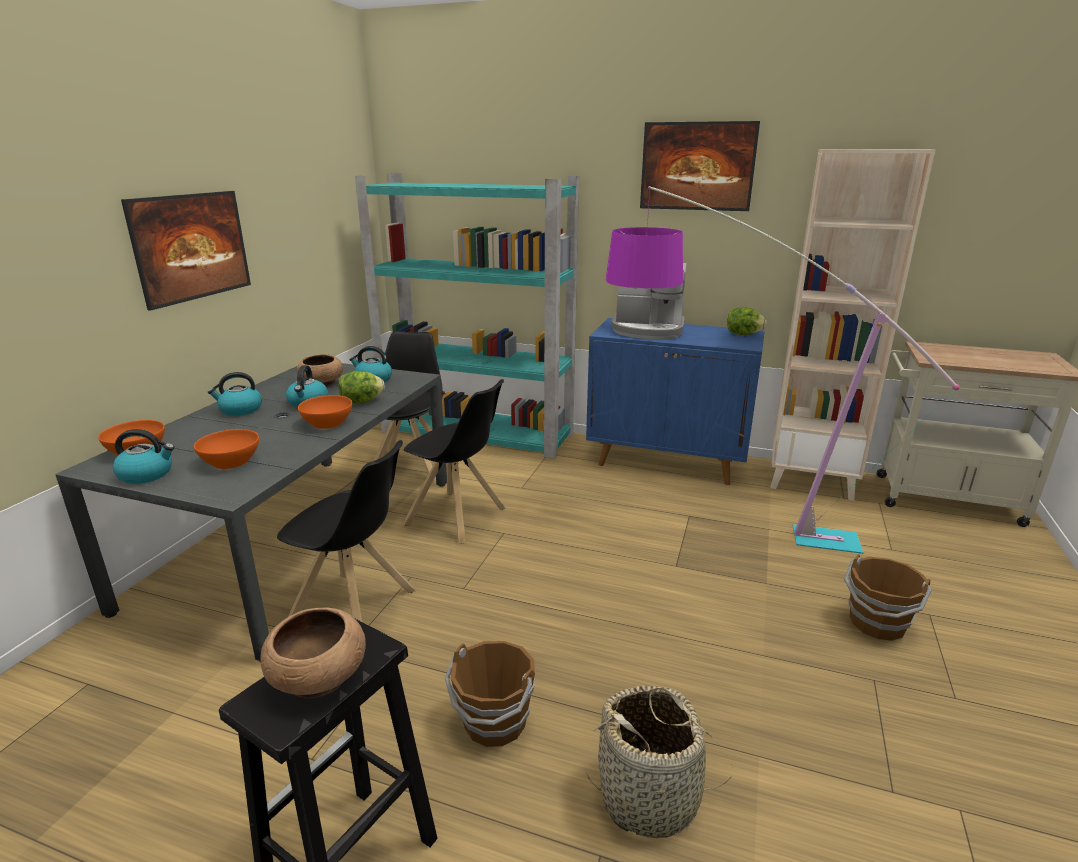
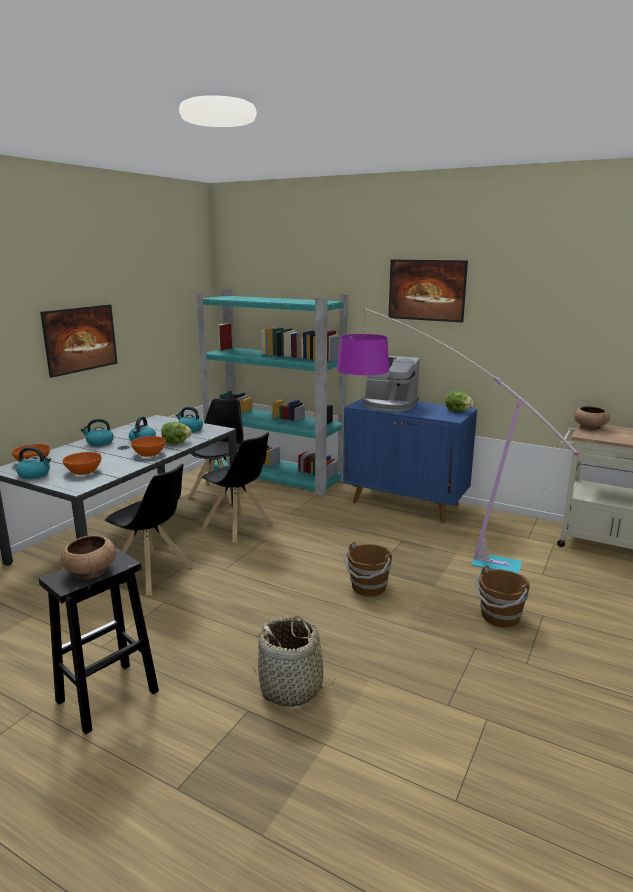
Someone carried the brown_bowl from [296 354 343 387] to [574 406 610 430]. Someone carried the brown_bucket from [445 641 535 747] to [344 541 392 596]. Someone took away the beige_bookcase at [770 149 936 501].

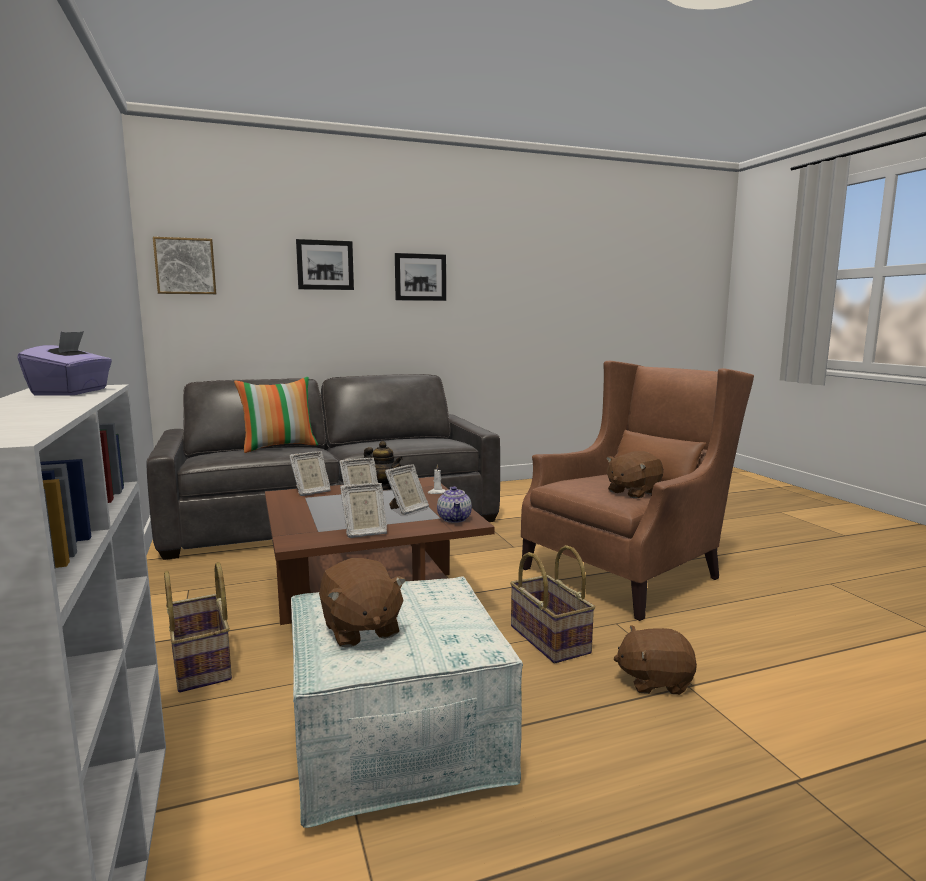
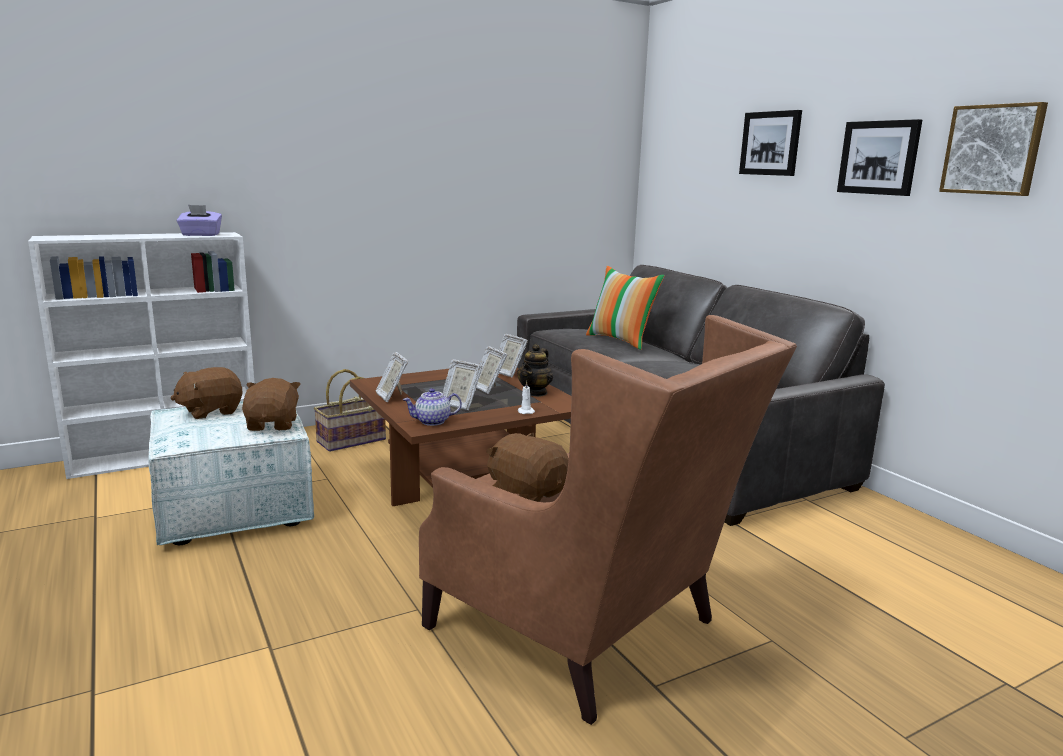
Someone carried the picture from [153 237 216 294] to [939 102 1048 196]. Someone took away the basket at [510 545 595 664]. Someone carried the brown_plush_toy from [613 625 697 695] to [242 378 301 431].

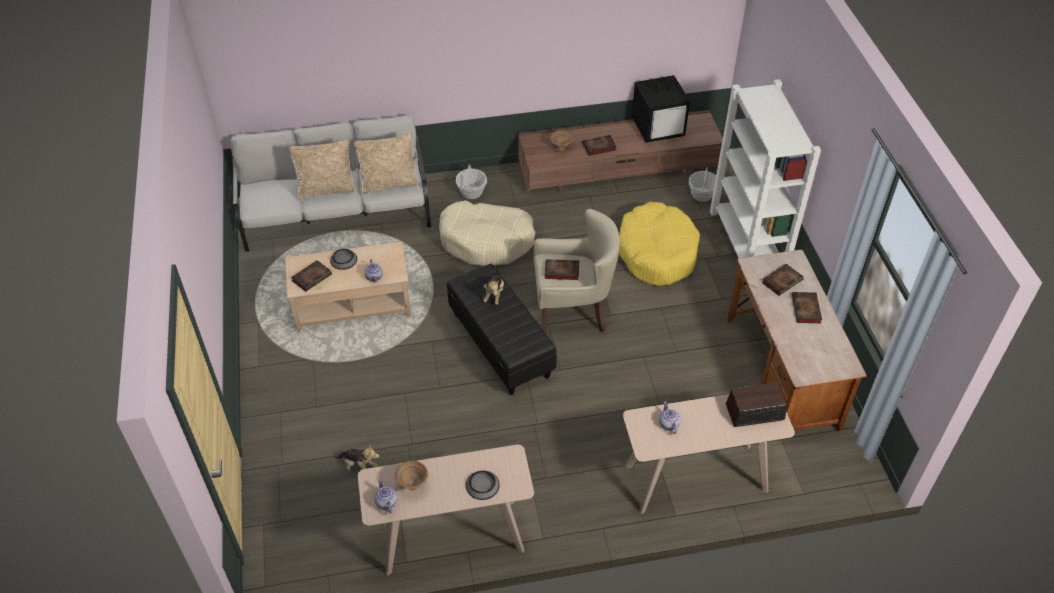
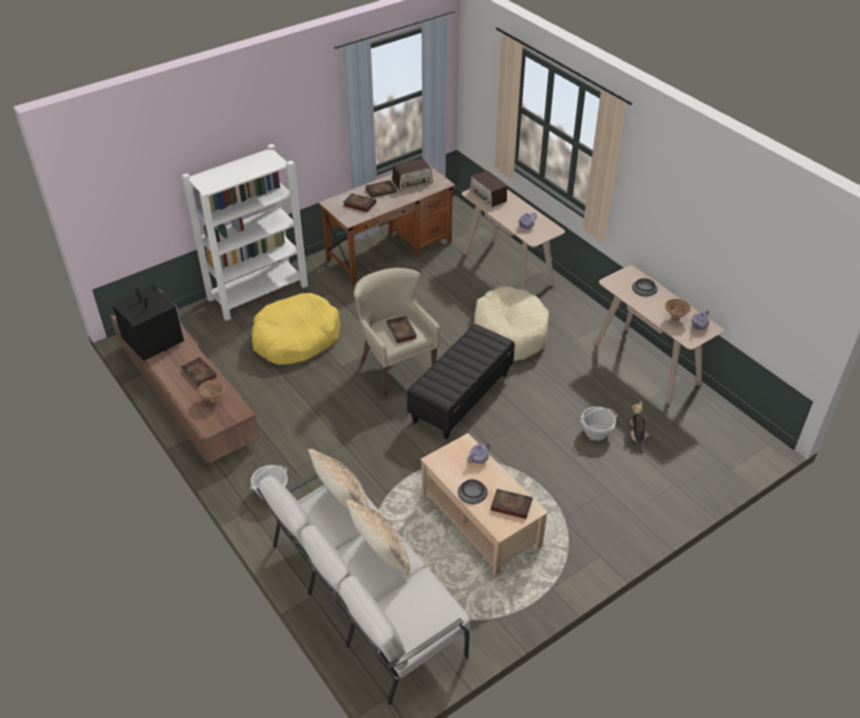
Someone carried the beige_dog_bed from [439 200 536 266] to [474 286 549 361]. Someone took away the plush_toy at [483 276 504 305]. Someone carried the basket from [689 167 716 202] to [580 407 618 440]. Someone put down the radio at [392 158 433 191].

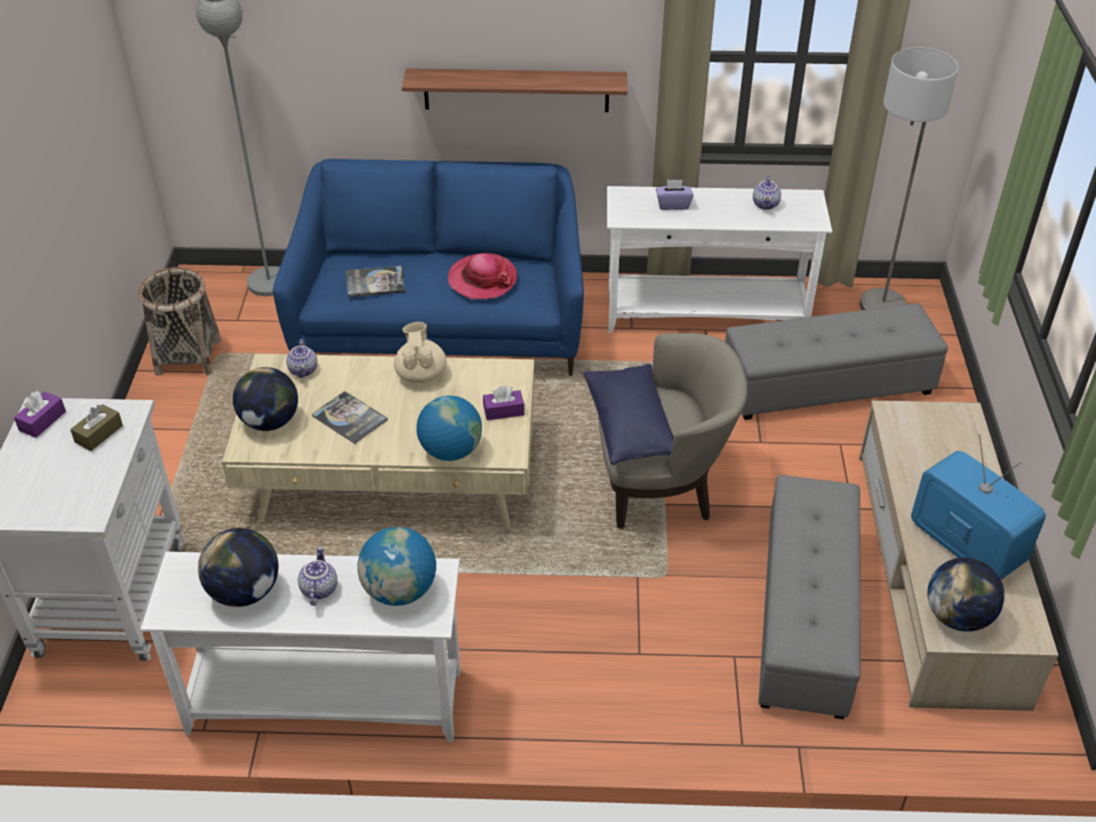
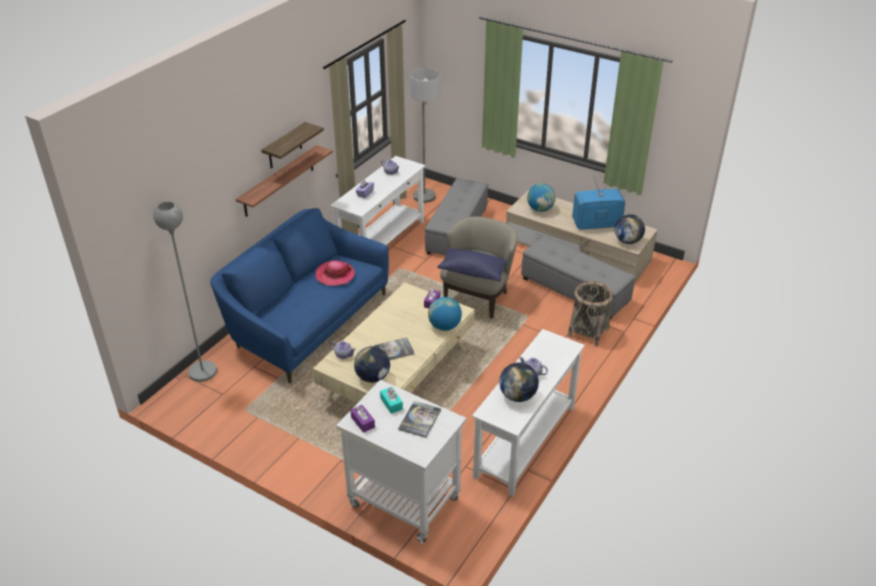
Someone repainted the brown_tissue_box at [70 404 123 451], which became the turquoise_tissue_box at [380 387 403 414]. Someone carried the basket from [138 267 222 376] to [568 281 612 346]. Someone carried the book from [346 266 405 297] to [398 401 441 438]. Someone carried the globe from [357 527 436 606] to [527 183 556 212]. Someone took away the beige_teapot at [394 322 446 383]. Someone put up the shelf at [261 122 324 168].

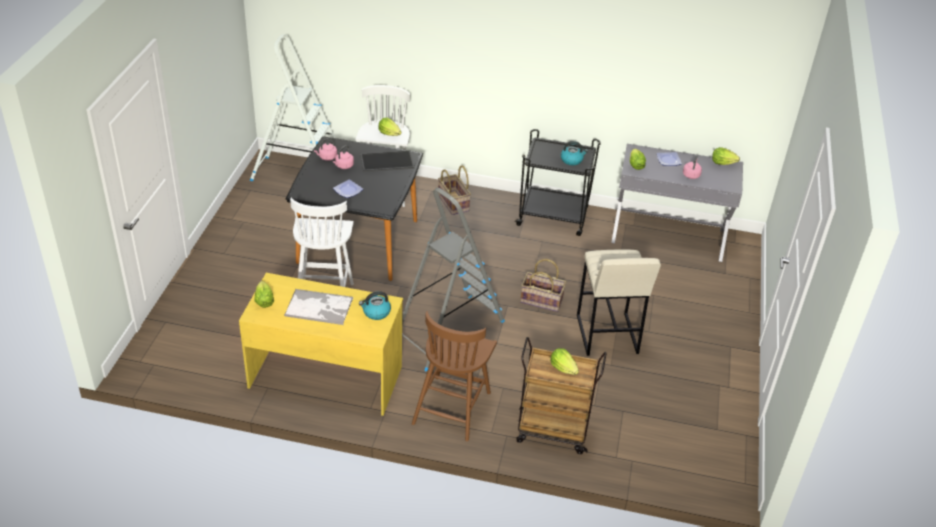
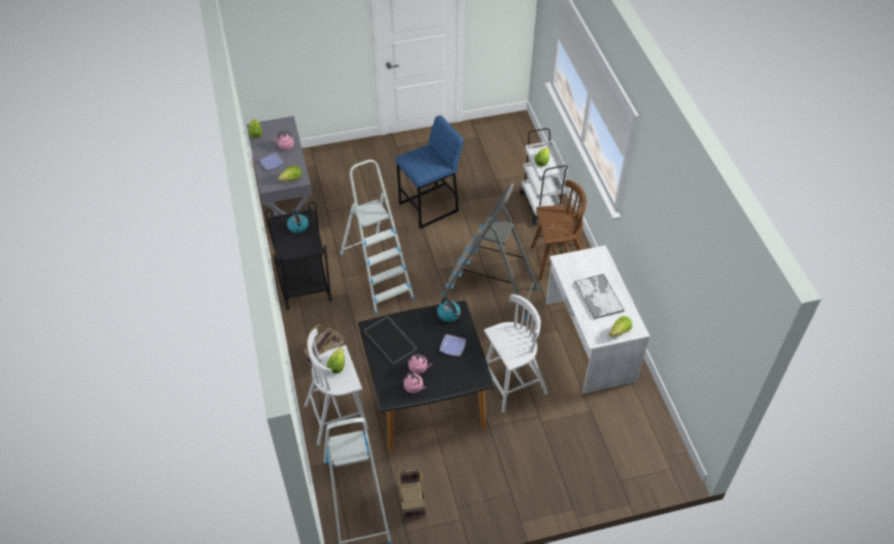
Someone repainted the yellow_desk at [239 273 403 416], which became the white_desk at [546 245 650 394]. Someone carried the kettle from [359 291 391 320] to [437 298 461 322]. Someone repainted the brown_cart at [517 337 607 454], which became the white_cart at [519 128 568 225]. Someone carried the basket from [520 259 566 312] to [397 469 426 520]. Someone repainted the beige_stool at [577 250 661 356], which became the blue_stool at [395 115 464 229]. Someone put down the white_step_ladder at [340 160 414 315].

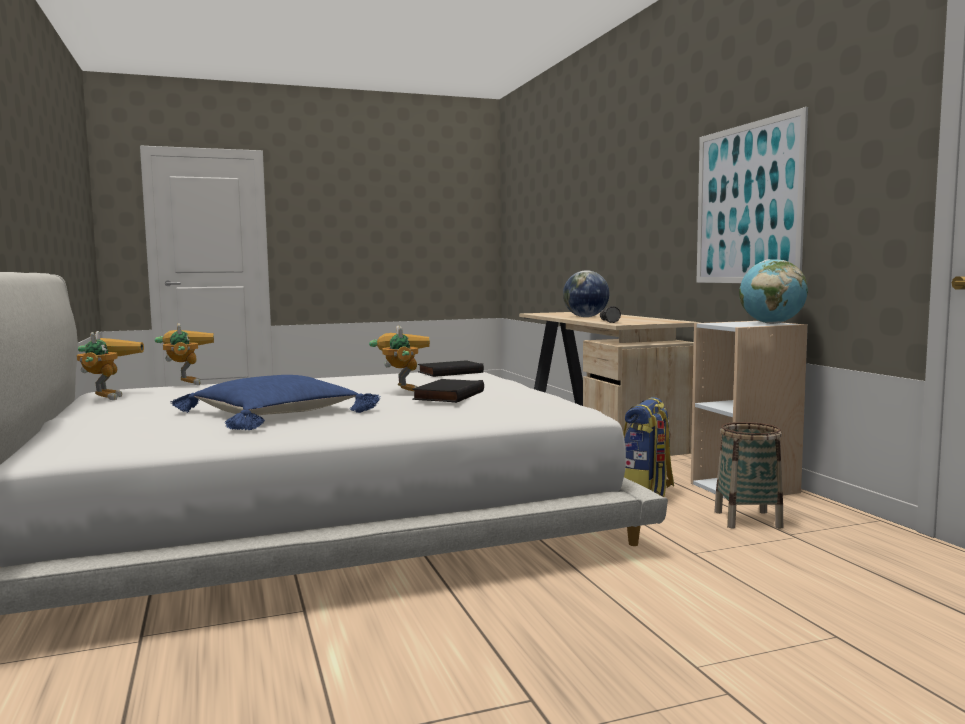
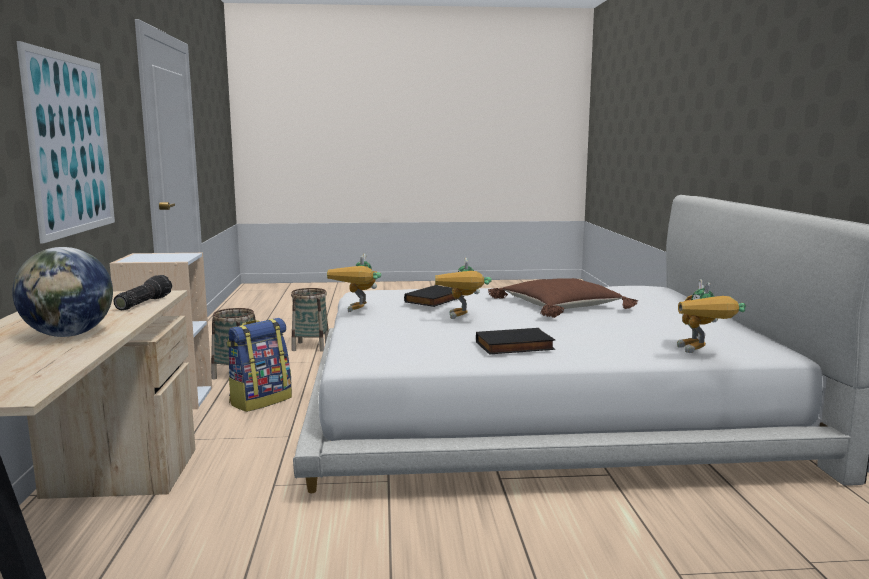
Someone carried the toy_robot from [77 331 144 400] to [327 254 381 312]. Someone repainted the blue_pillow at [170 375 380 430], which became the brown_pillow at [487 278 638 318]. Someone carried the black_book from [418 360 484 377] to [476 328 555 355]. Someone took away the globe at [739 259 808 324]. Someone put down the basket at [291 288 329 352].

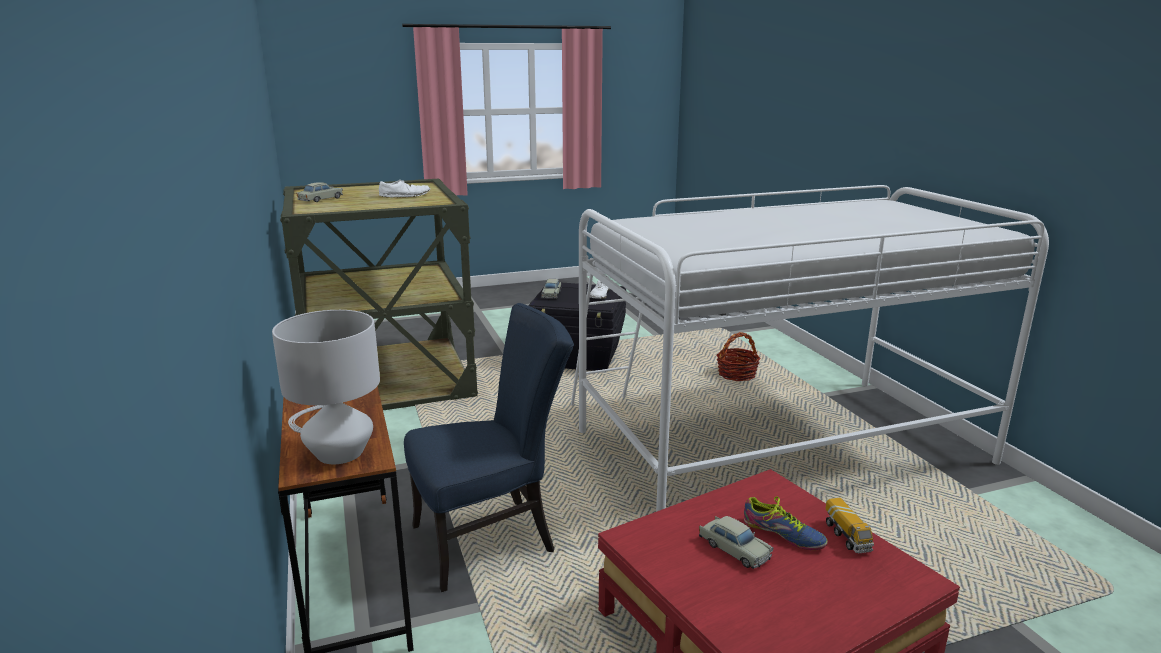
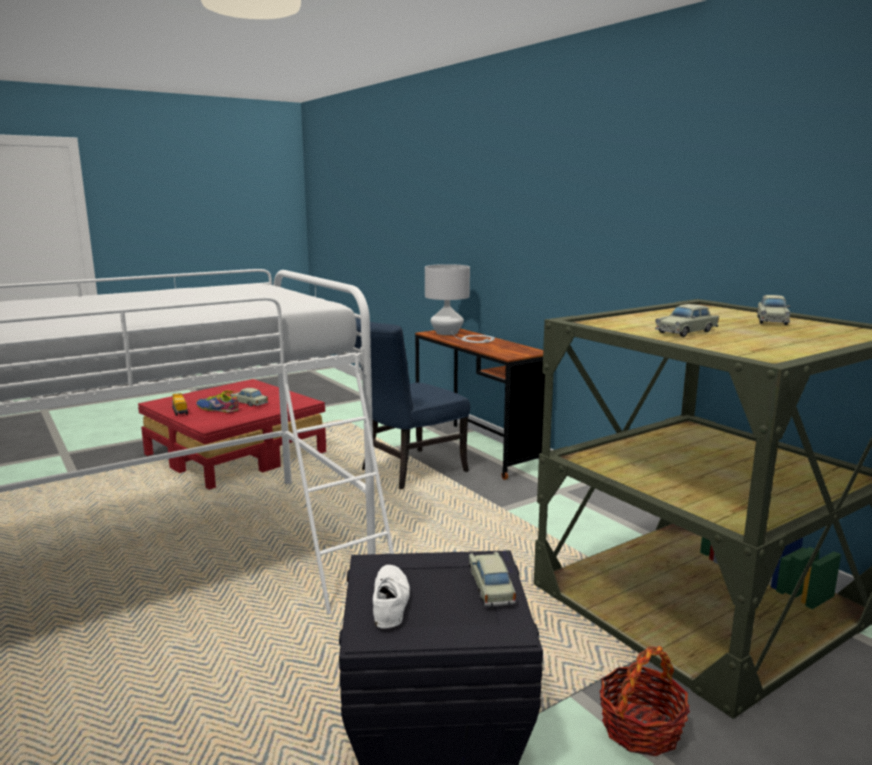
Someone swapped the white_shoe at [379 180 430 197] for the beige_toy_car at [655 304 719 337]. Someone carried the basket from [716 332 761 381] to [599 646 690 756].

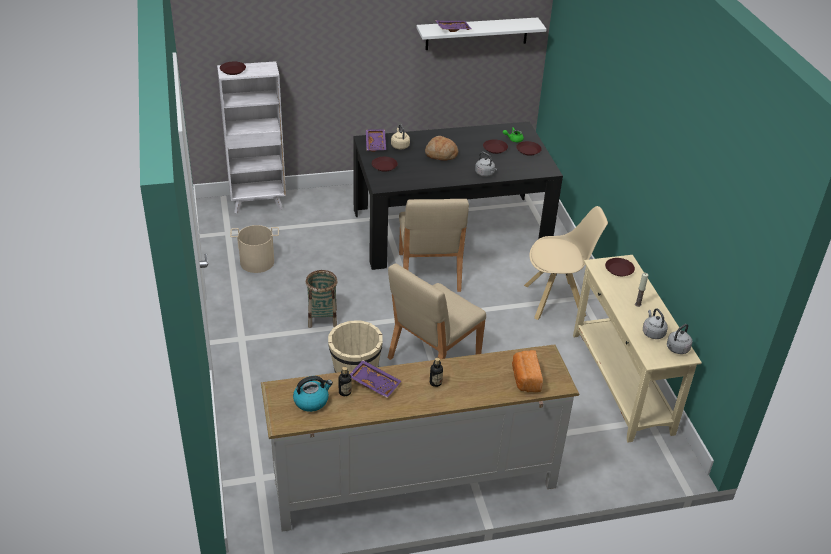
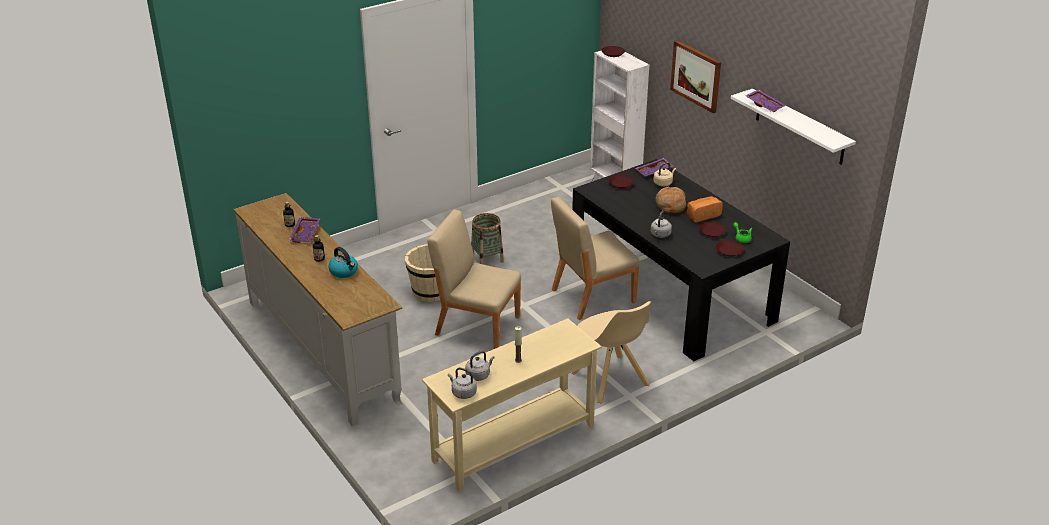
Someone took away the beige_bucket at [230 225 279 273]. Someone carried the kettle from [293 376 333 412] to [329 247 358 278]. Someone carried the bread from [512 350 543 392] to [687 196 723 222]. Someone took away the brown_plate at [605 258 635 276]. Someone put up the picture at [670 40 721 113].

